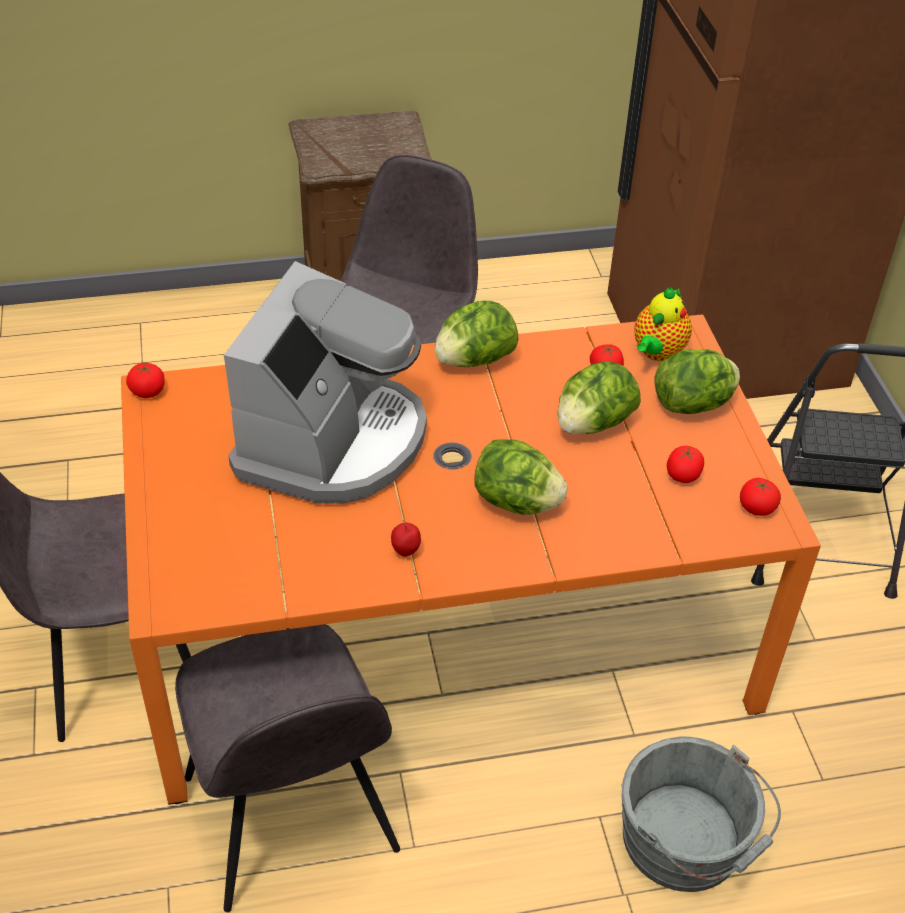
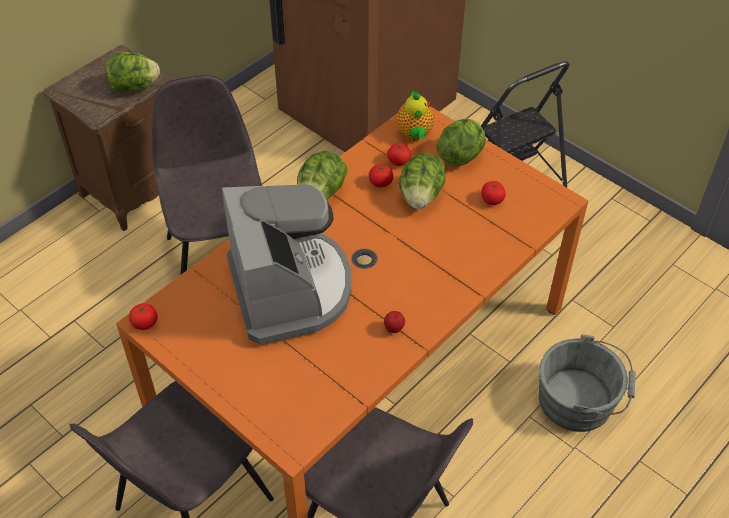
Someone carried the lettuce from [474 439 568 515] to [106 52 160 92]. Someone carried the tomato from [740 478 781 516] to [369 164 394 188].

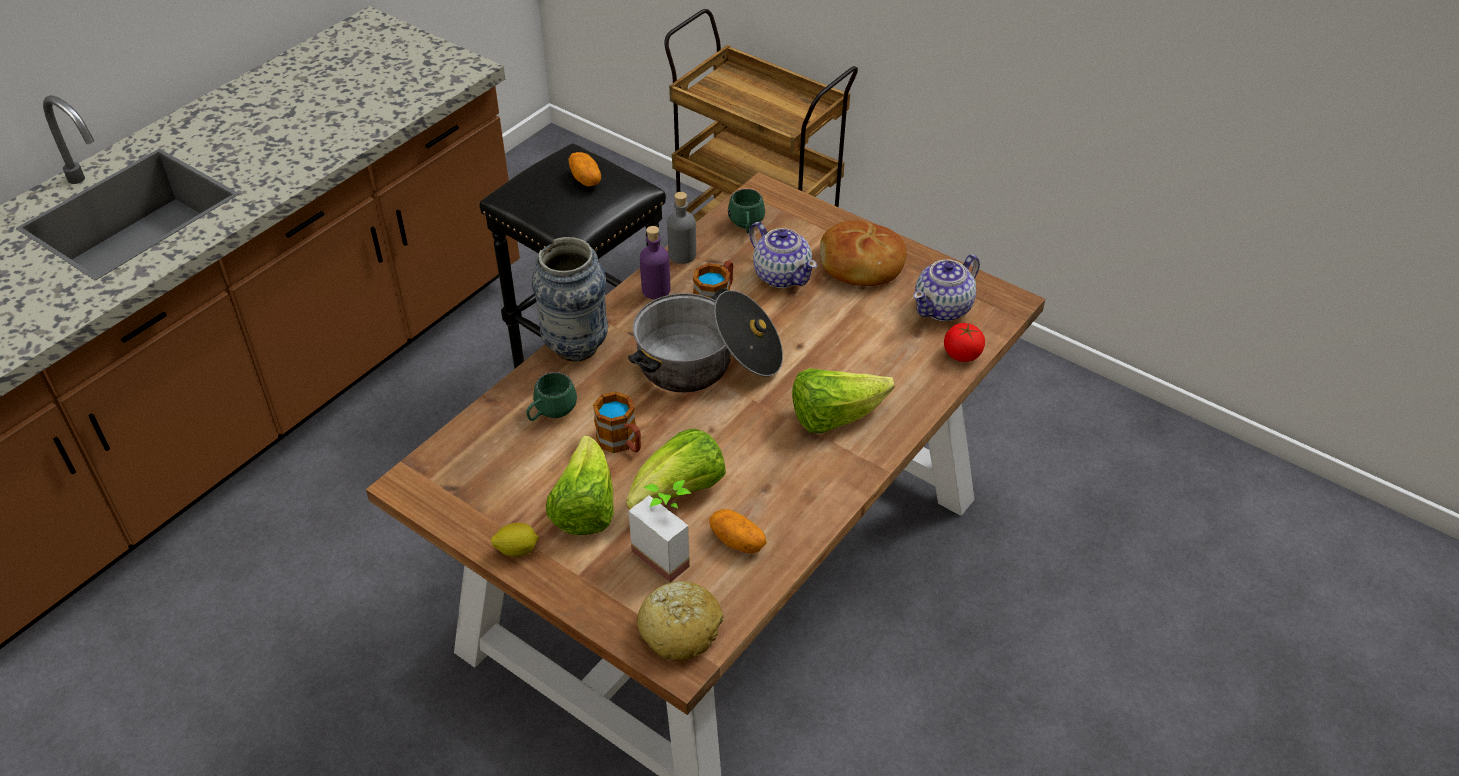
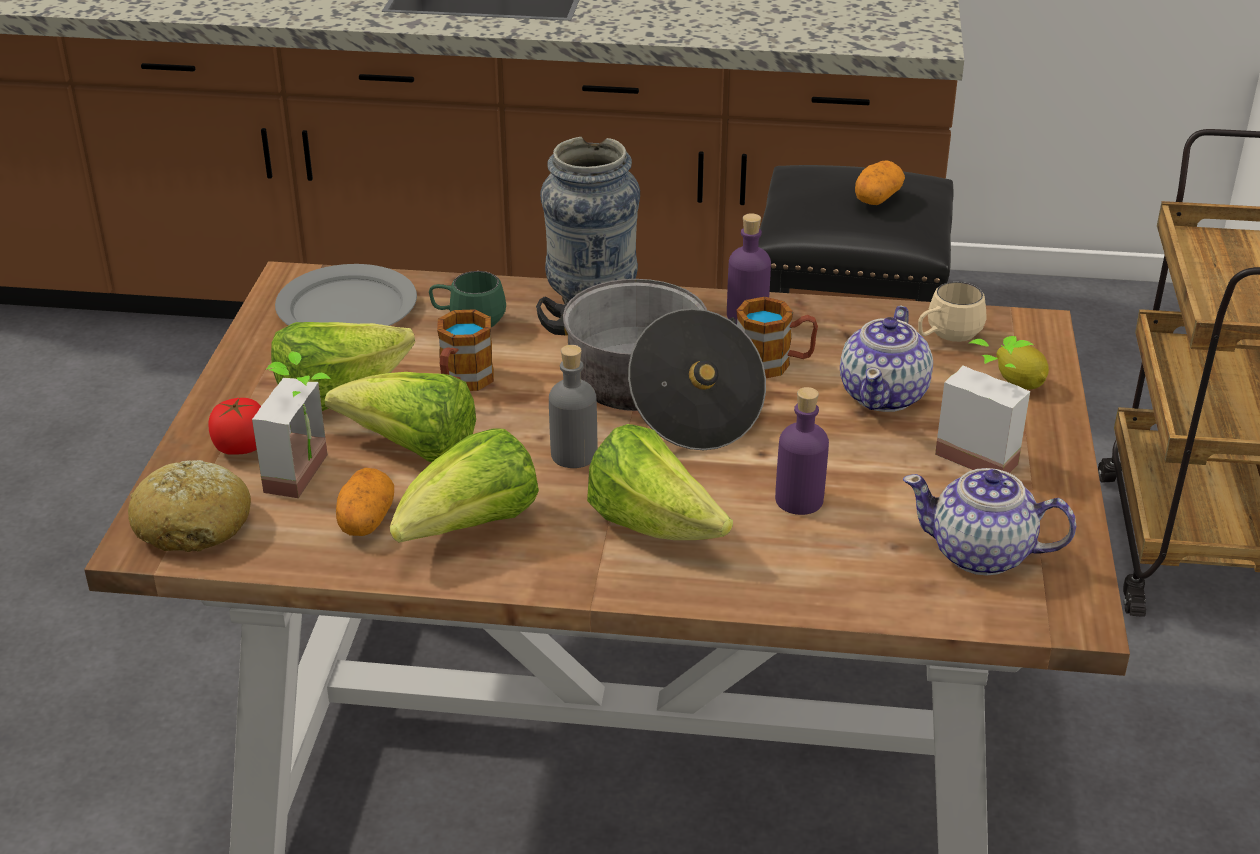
Someone carried the lemon from [491 523 539 557] to [997 345 1049 390]. Someone carried the grey_bottle from [667 192 696 264] to [549 345 597 468]. Someone repainted the green_mug at [728 189 765 233], which became the beige_mug at [918 282 986 342]. Someone swapped the bread at [820 221 906 286] for the potted_plant at [935 336 1034 473]. Someone carried the tomato from [944 323 985 362] to [208 398 261 455]. Someone put down the grey_plate at [275 264 417 326]. Someone put down the lettuce at [390 428 539 543]. Someone put down the purple_bottle at [775 387 829 515].

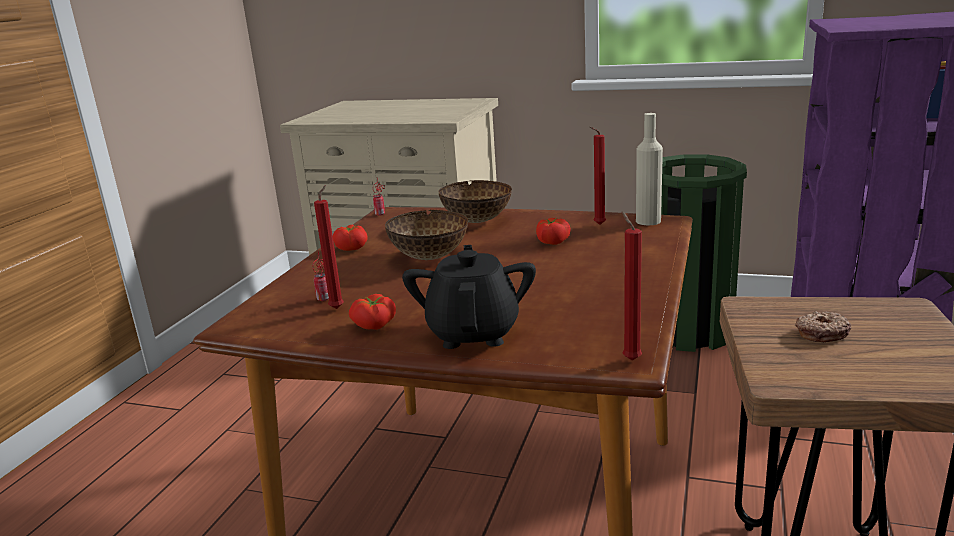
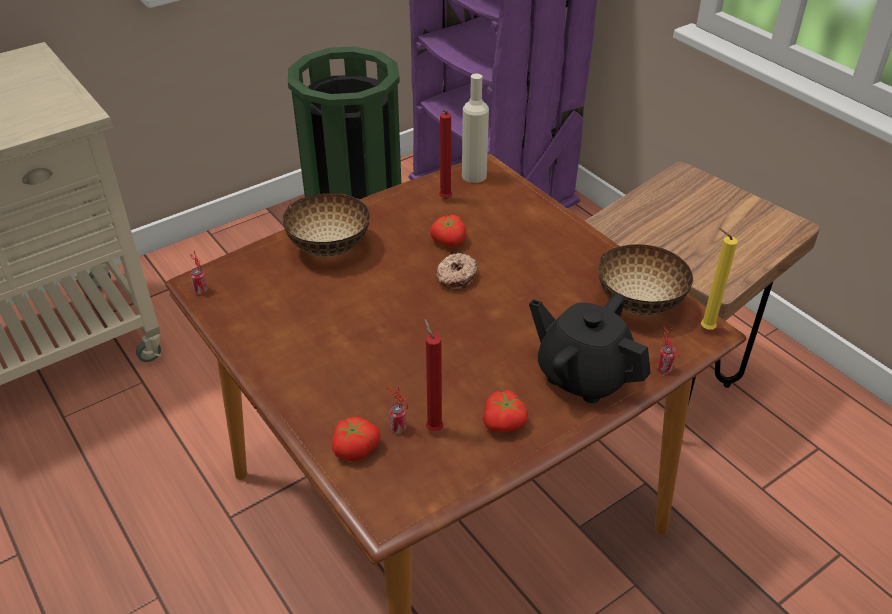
Someone carried the tomato from [333 224 368 251] to [332 417 381 461]. Someone carried the bowl from [385 210 468 260] to [598 244 694 316]. Someone repainted the red_candle at [622 211 642 360], which became the yellow_candle at [701 228 738 330]. Someone carried the donut from [795 311 851 342] to [436 253 478 290]. Someone put down the can at [657 327 679 373].

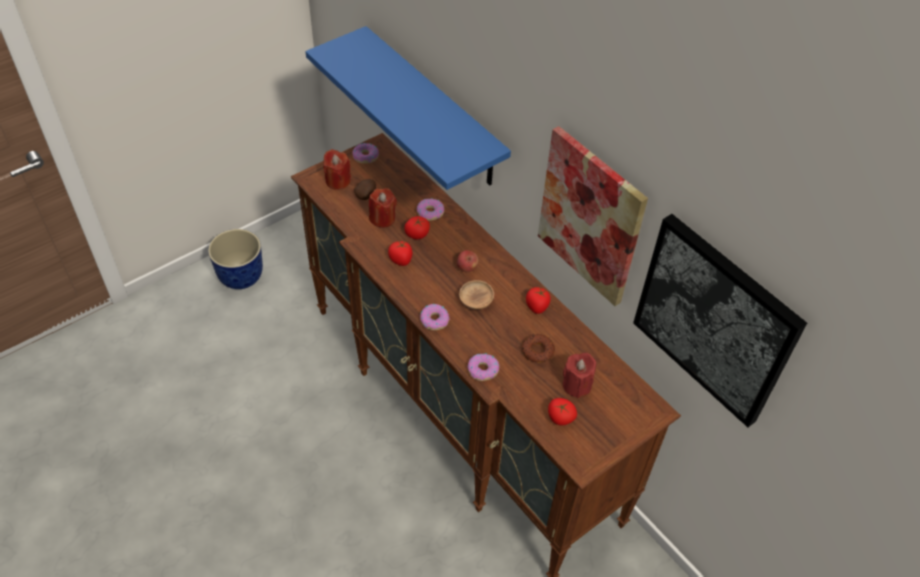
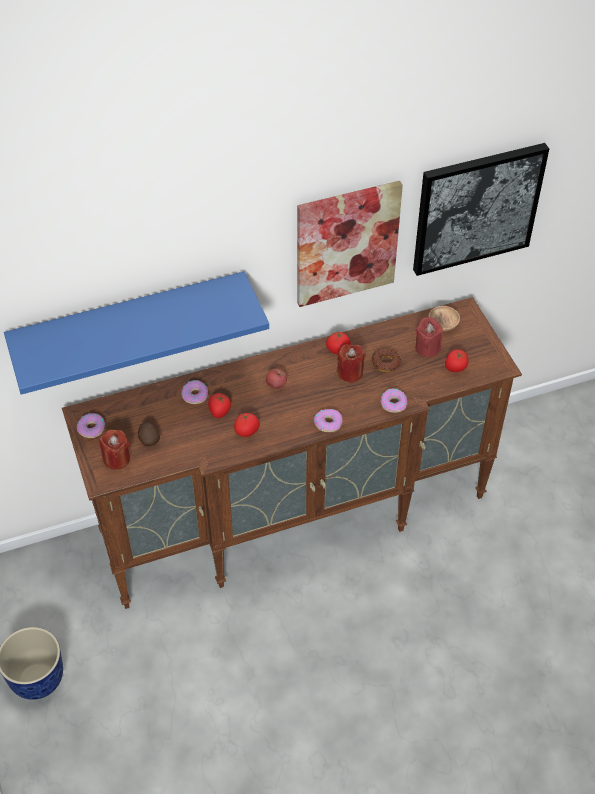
Someone carried the red_candle from [369 188 397 228] to [337 344 365 383]. Someone carried the brown_bowl from [459 280 494 309] to [429 306 460 331].

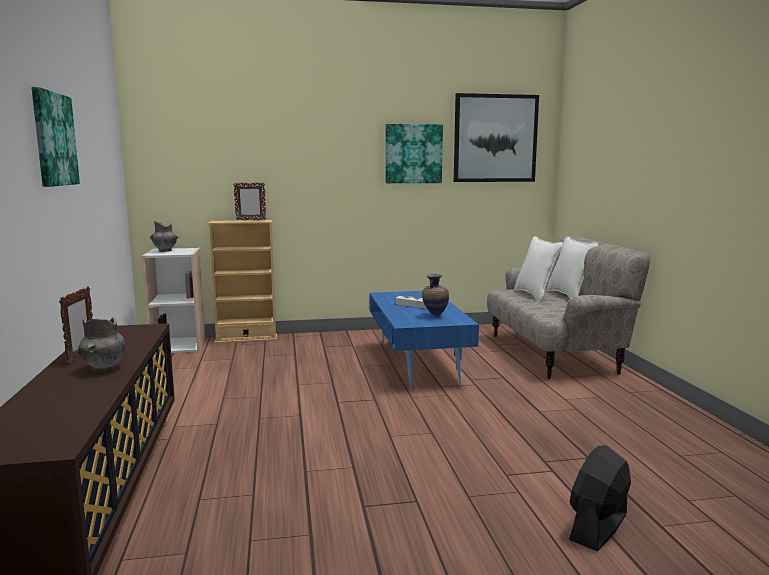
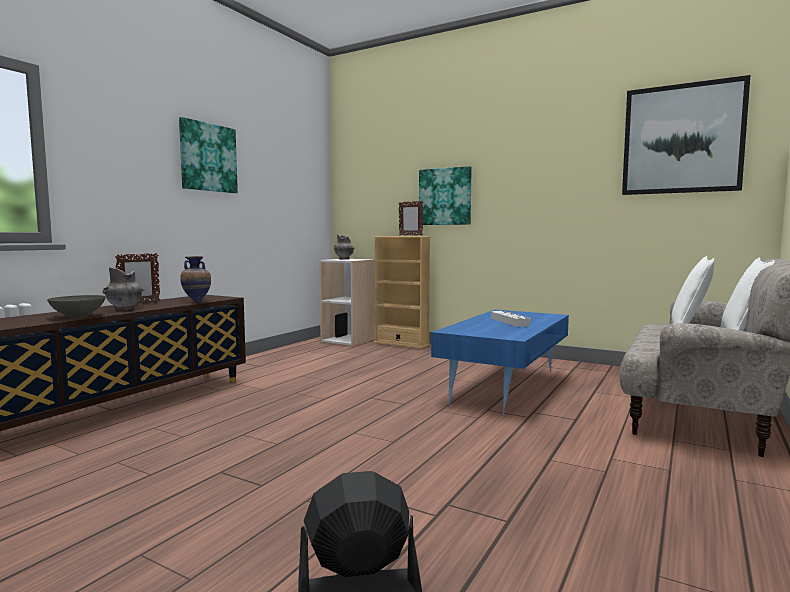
Someone carried the picture from [385 124 443 183] to [419 166 472 225]. Someone carried the vase from [422 274 449 317] to [180 256 211 302]. Someone put down the grey_bowl at [47 295 106 318].

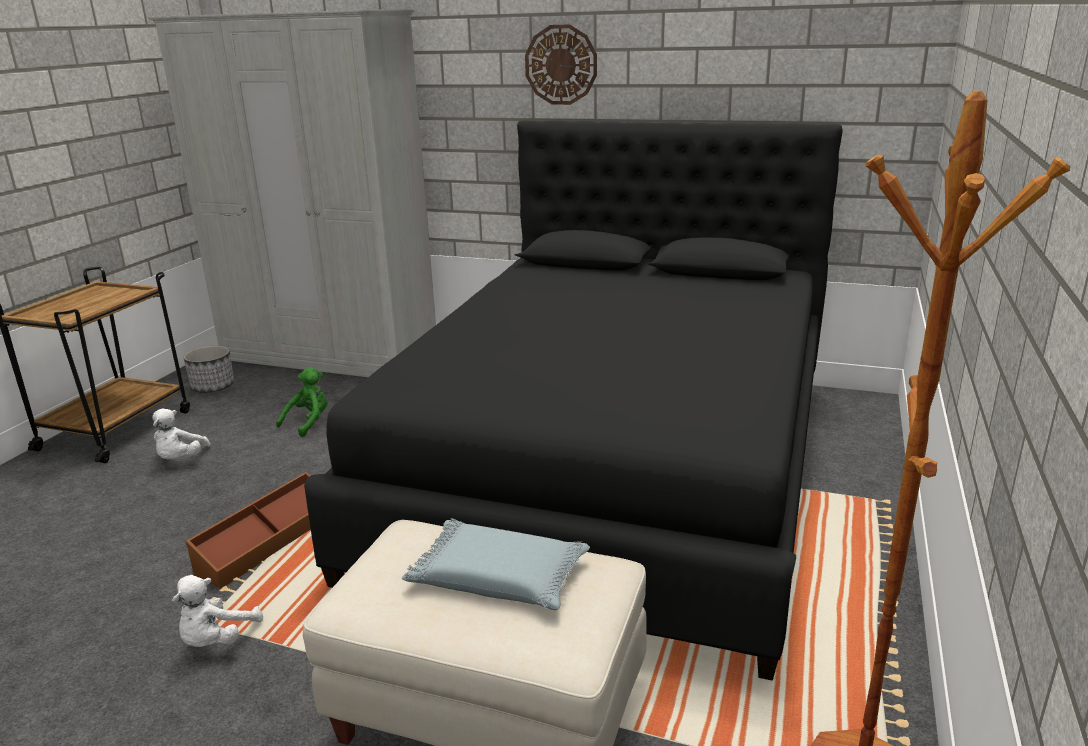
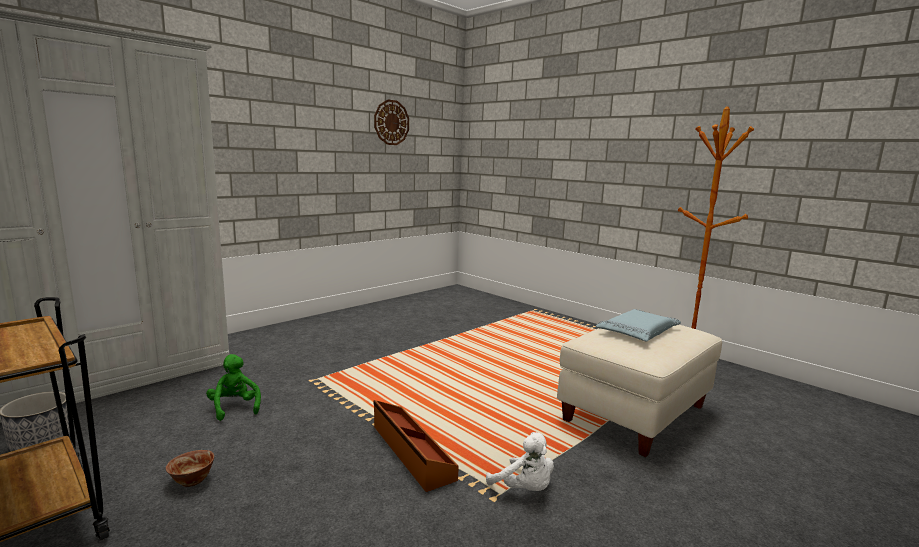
Someone swapped the white_plush_toy at [152 408 210 459] for the bowl at [166 450 214 487]. Someone took away the black_bed at [304 120 843 681]. Someone carried the wall_clock from [525 24 597 105] to [374 99 409 145].

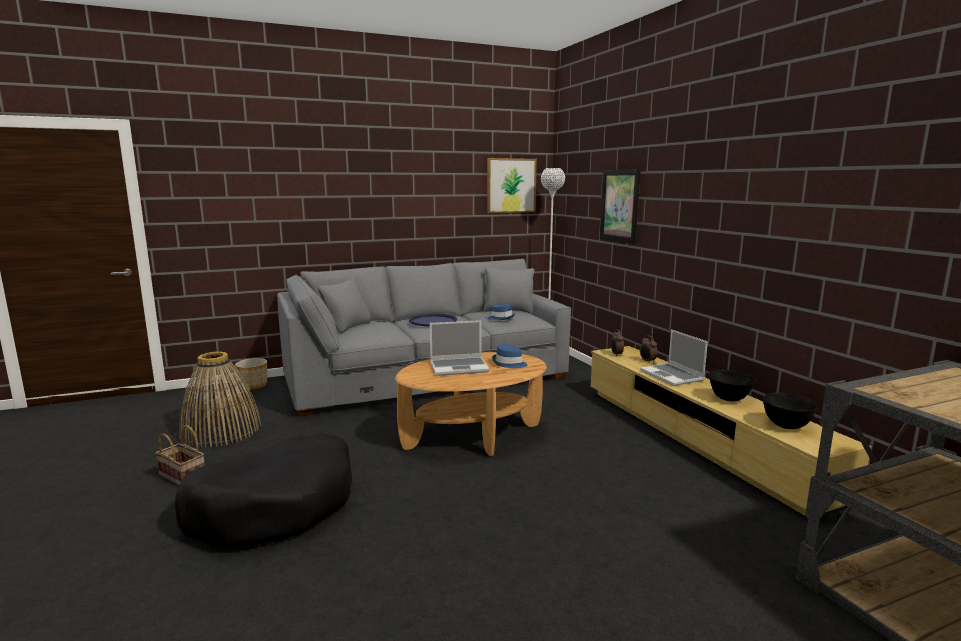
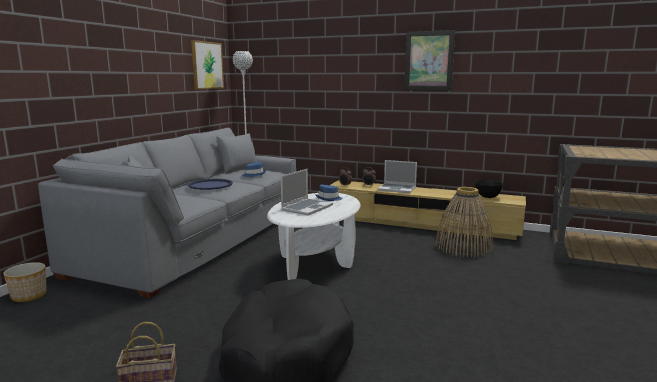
Someone carried the basket from [179 352 261 448] to [435 187 493 258]. Someone repainted the brown_coffee_table at [395 352 547 456], which became the white_coffee_table at [267 193 361 280]. Someone carried the picture from [600 169 641 244] to [404 30 455 91]. Someone took away the black_bowl at [709 370 756 402].

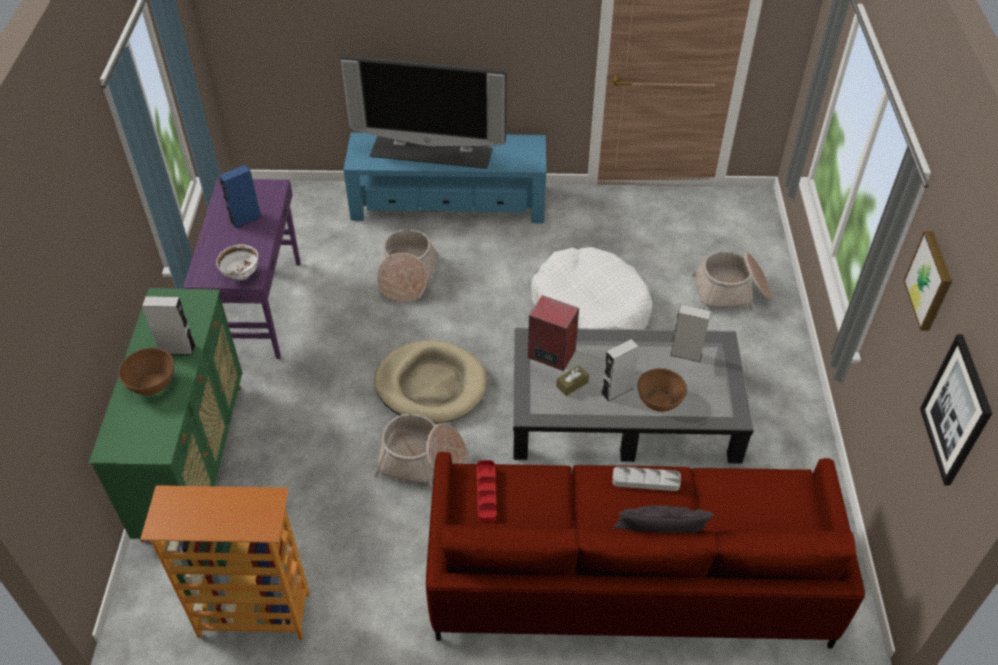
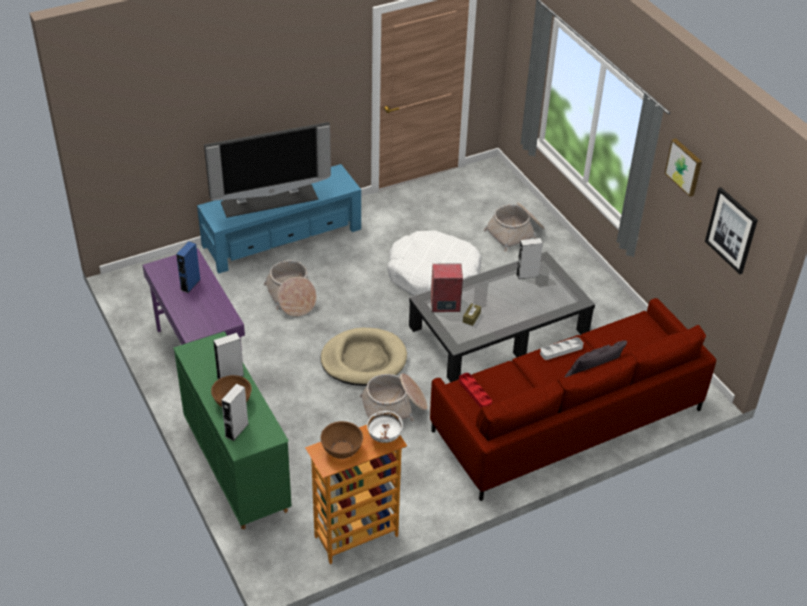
Someone carried the white_bowl from [216 245 258 281] to [367 411 403 443]. Someone carried the grey_speaker from [601 339 639 402] to [221 383 248 441]. Someone carried the brown_bowl from [637 368 687 412] to [320 421 363 459].

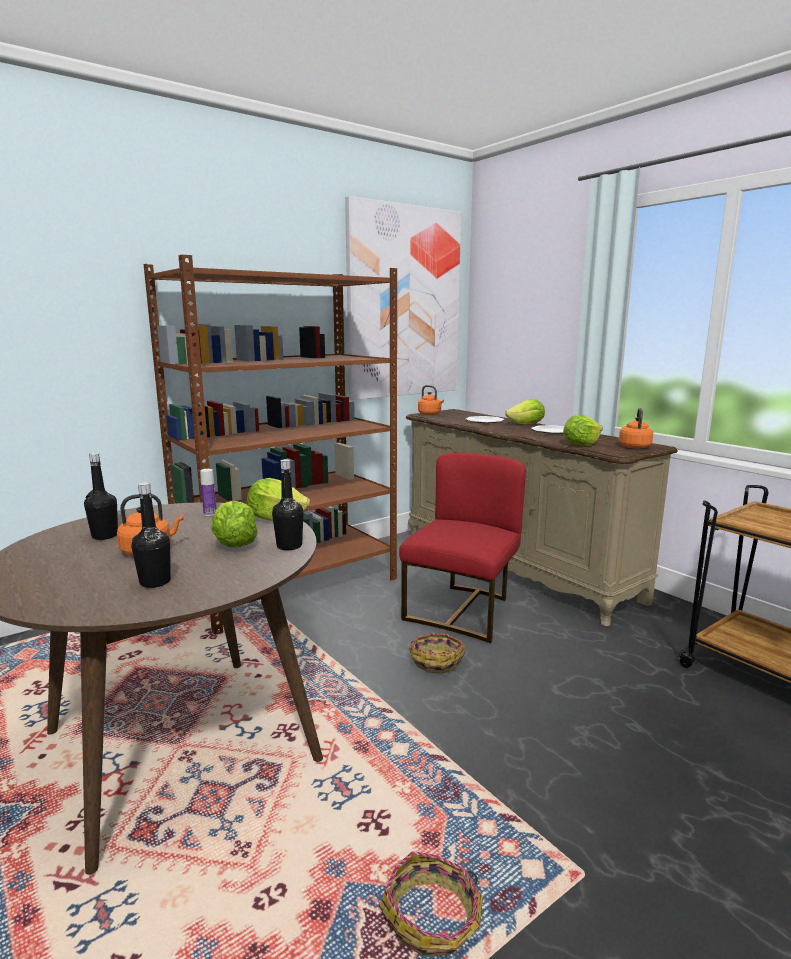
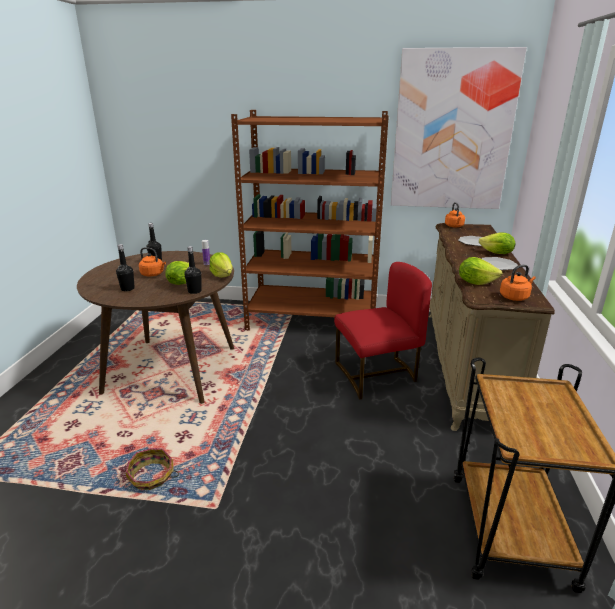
Someone took away the basket at [409 633 465 674].

